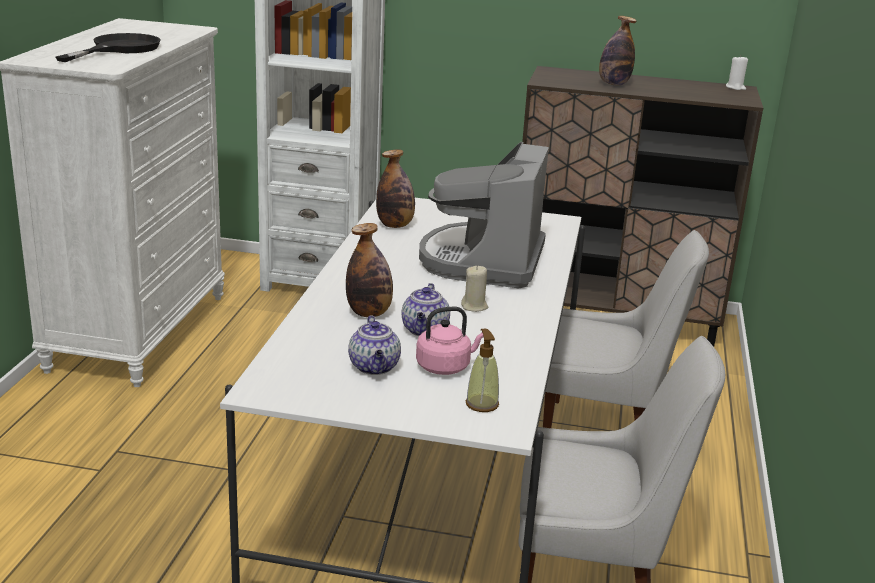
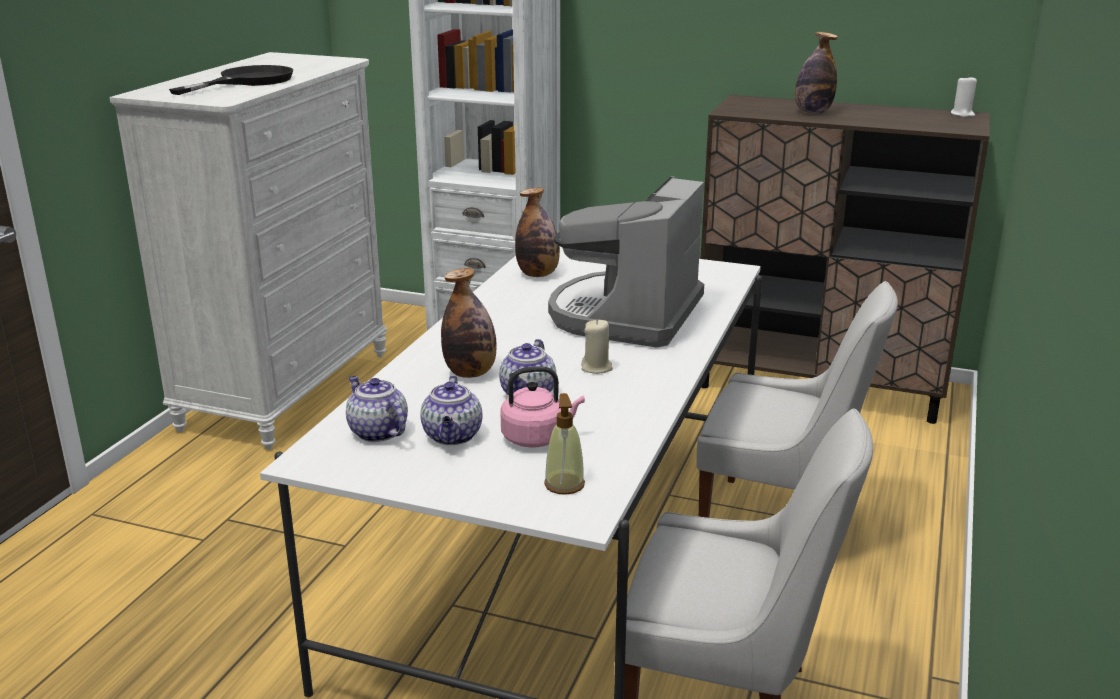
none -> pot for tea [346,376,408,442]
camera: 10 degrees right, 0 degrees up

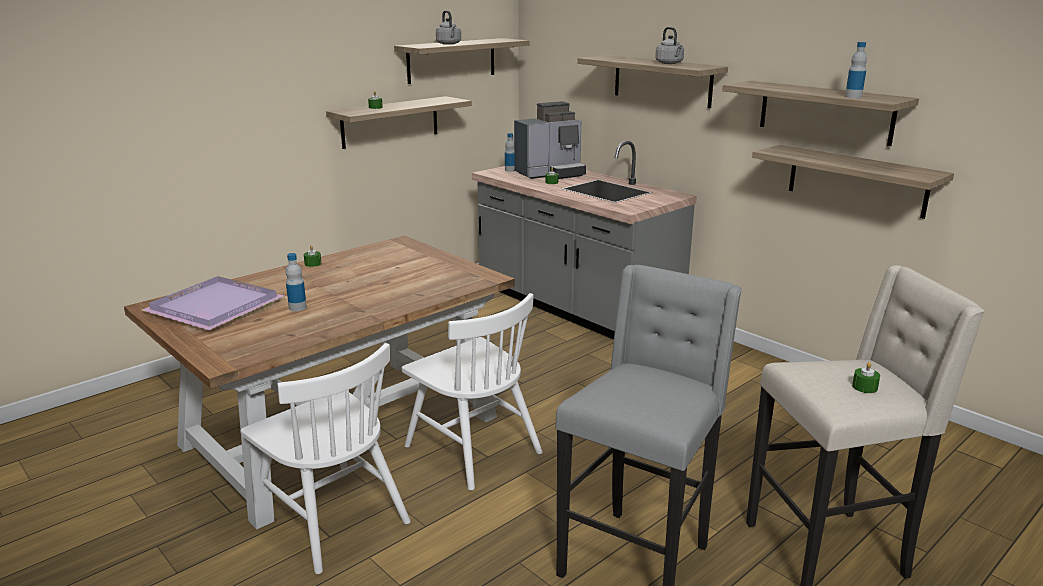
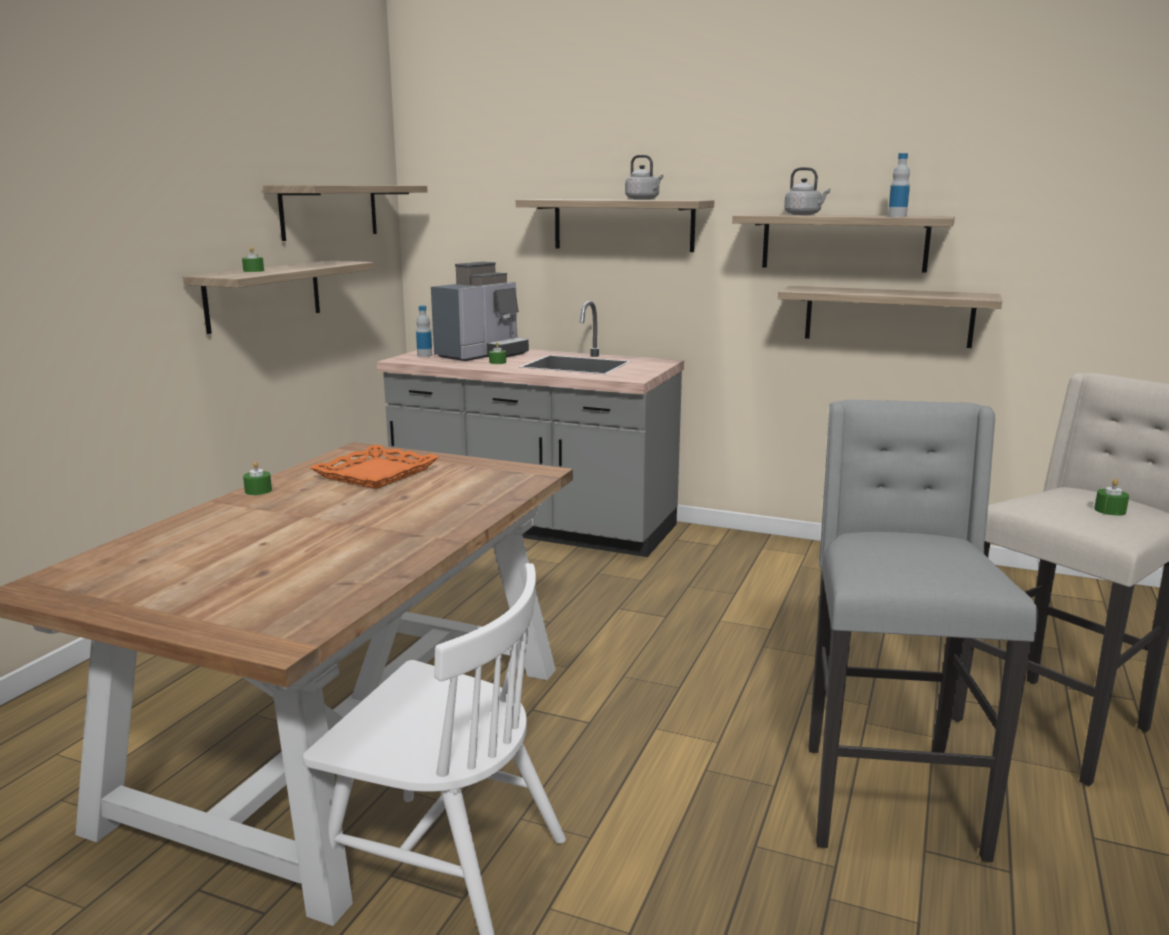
purple tray [142,276,284,330] -> none
bottle [286,253,307,312] -> none
whitish plain chair [402,293,543,491] -> none
none -> orangey tray [310,444,439,489]
gray tea kettle [436,11,461,45] -> gray tea kettle [784,167,830,215], moved
camera: 25 degrees left, 5 degrees down

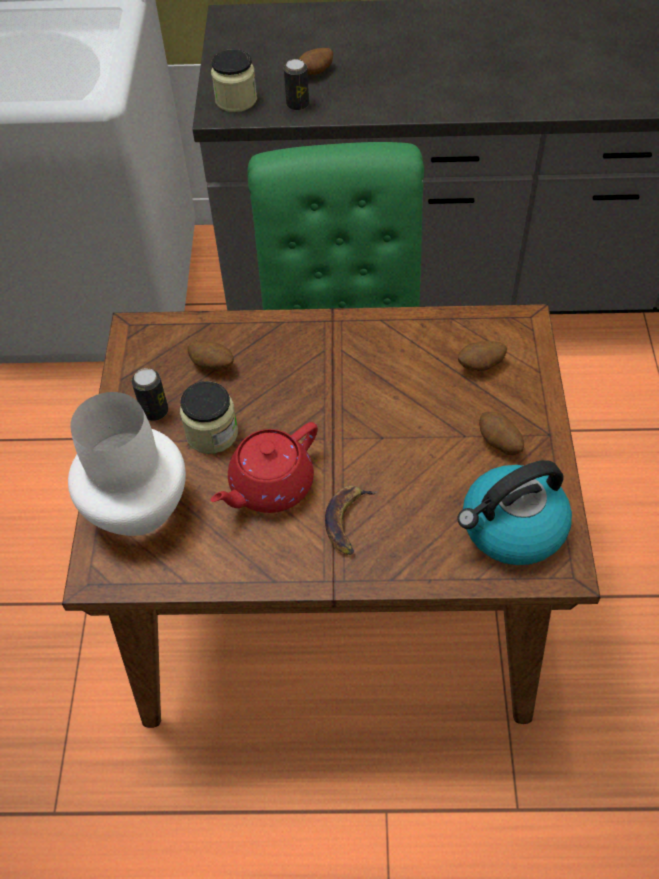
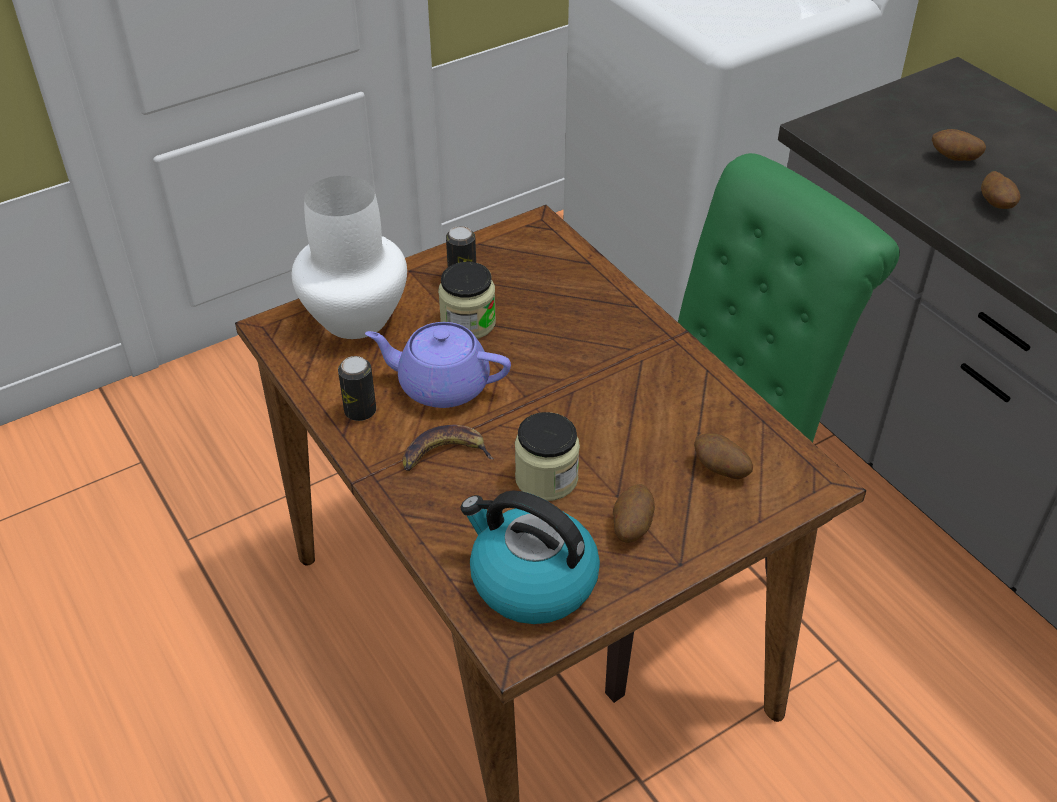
whole potato [188,341,234,370] -> whole potato [981,171,1020,209], moved
storage jar [211,49,257,112] -> storage jar [515,412,580,501], moved
sealed can [284,59,309,111] -> sealed can [338,356,376,421], moved
red-coloured pot for tea [210,422,318,513] -> purple pot for tea [365,322,511,408]
camera: 55 degrees right, 10 degrees down

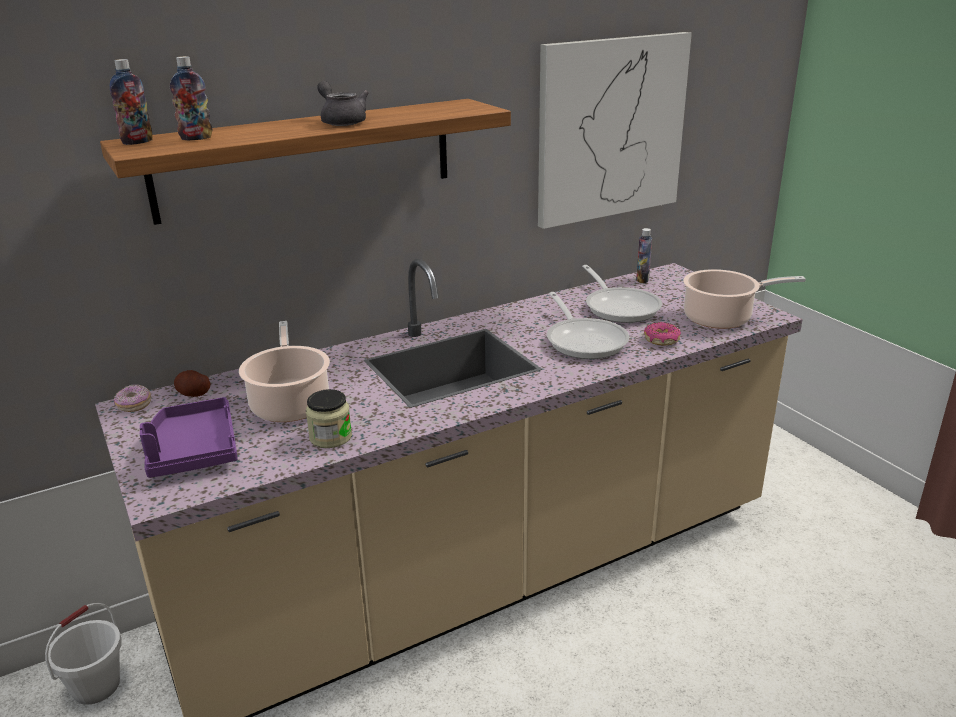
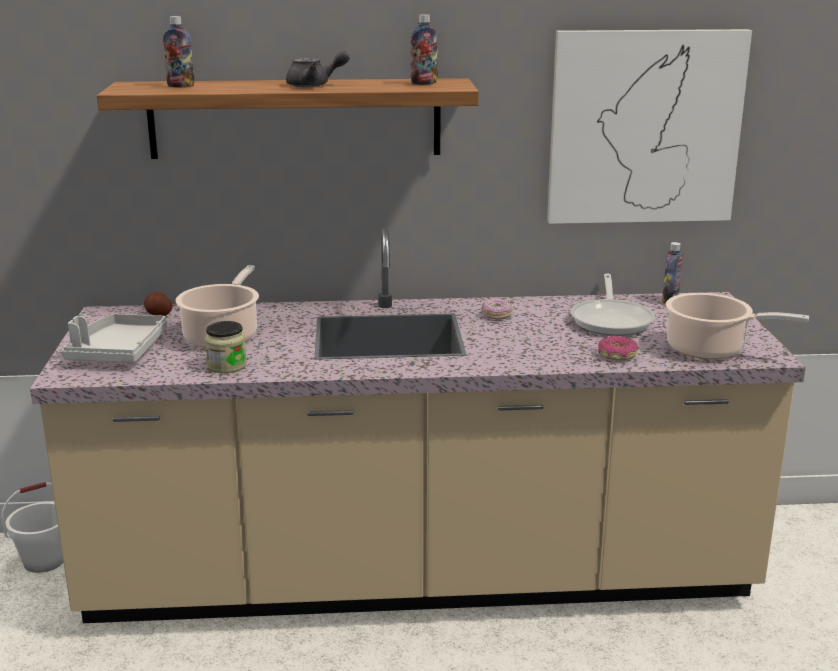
skillet [547,292,629,359] -> none
bottle [110,59,153,145] -> bottle [411,14,438,85], moved
ring doughnut [114,384,151,412] -> ring doughnut [482,298,513,320], moved
purple tray [140,397,238,478] -> gray tray [62,314,167,363]
gray pot for tea [317,81,368,126] -> gray pot for tea [286,51,350,87], 90 degrees clockwise
camera: 25 degrees right, 5 degrees down

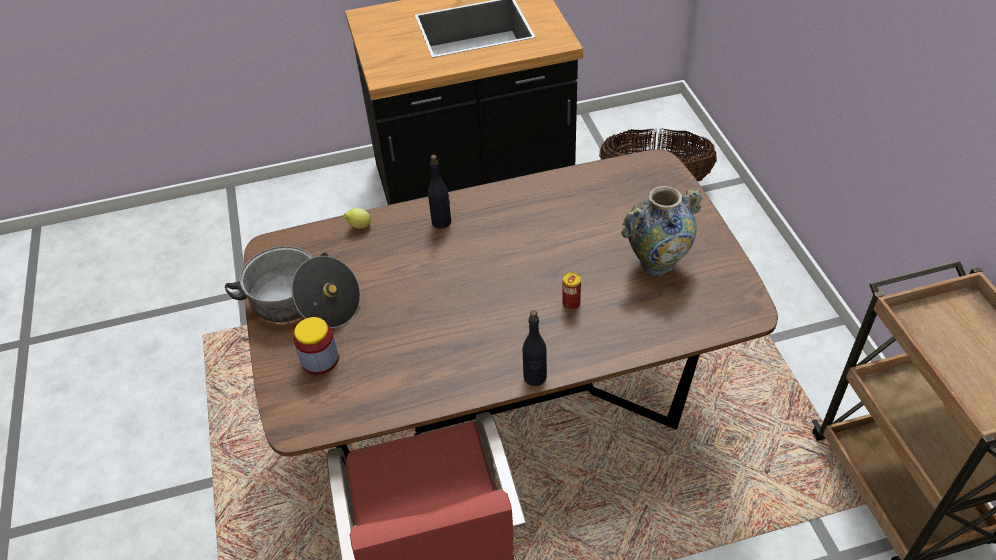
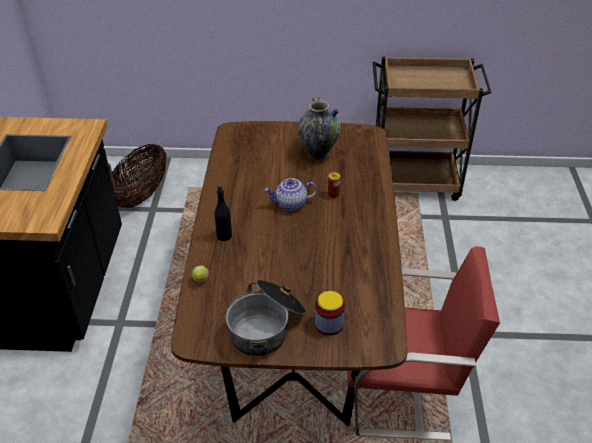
black-coloured bottle [522,310,547,386] -> none
none -> pot for tea [264,178,317,211]
camera: 75 degrees left, 5 degrees down

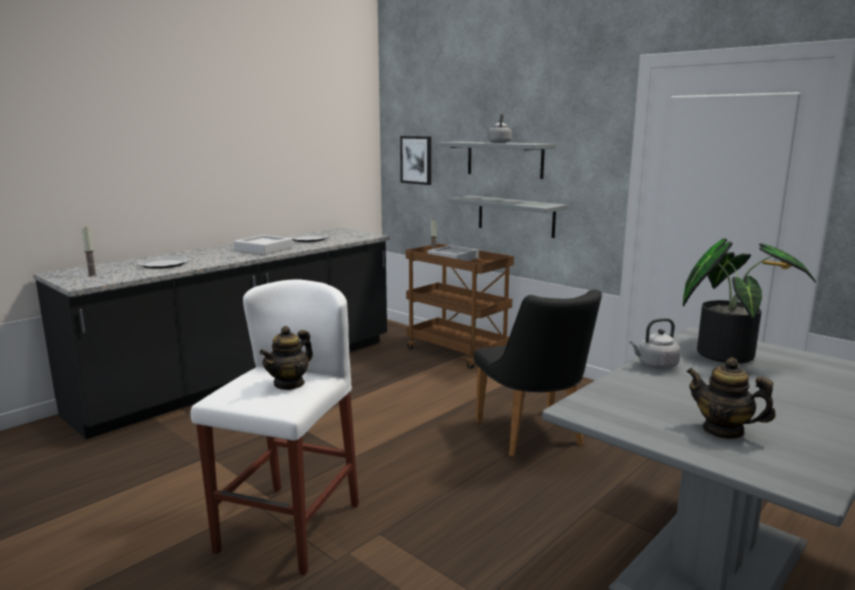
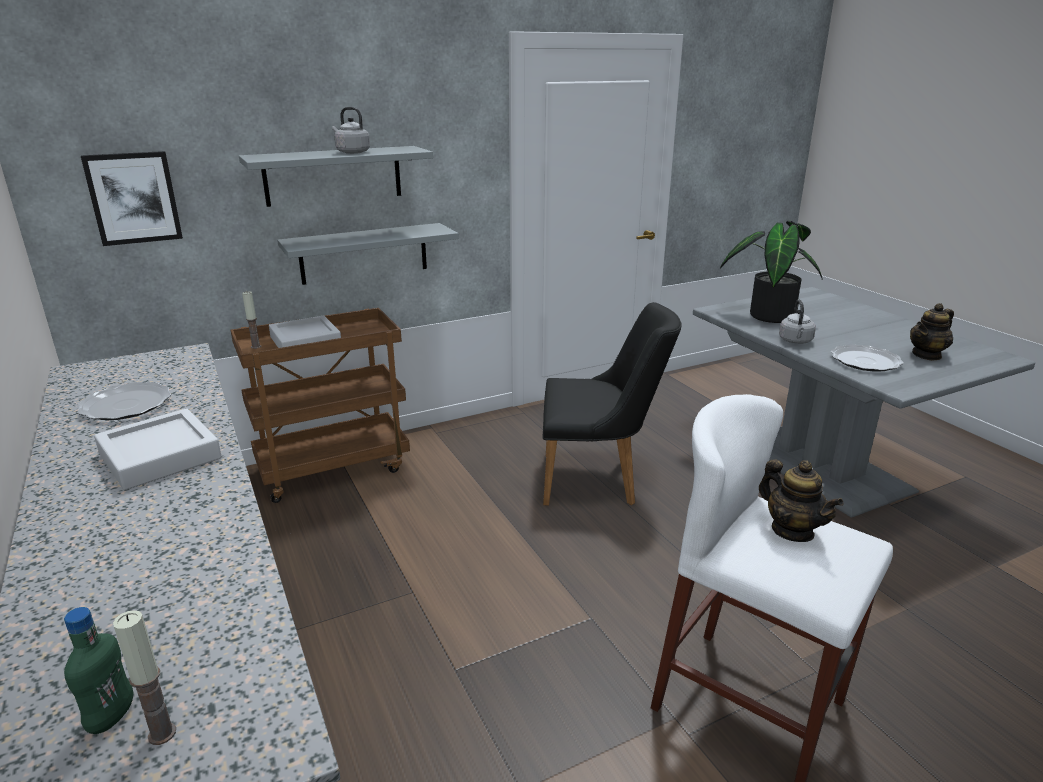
none -> green bottle [64,607,134,734]
flat dish [137,256,190,269] -> flat dish [831,344,904,372], moved
camera: 70 degrees left, 10 degrees up

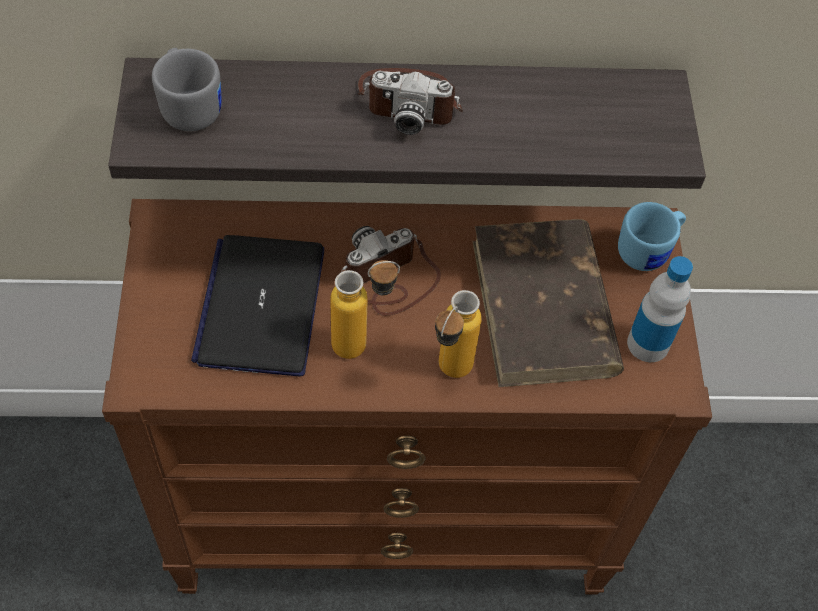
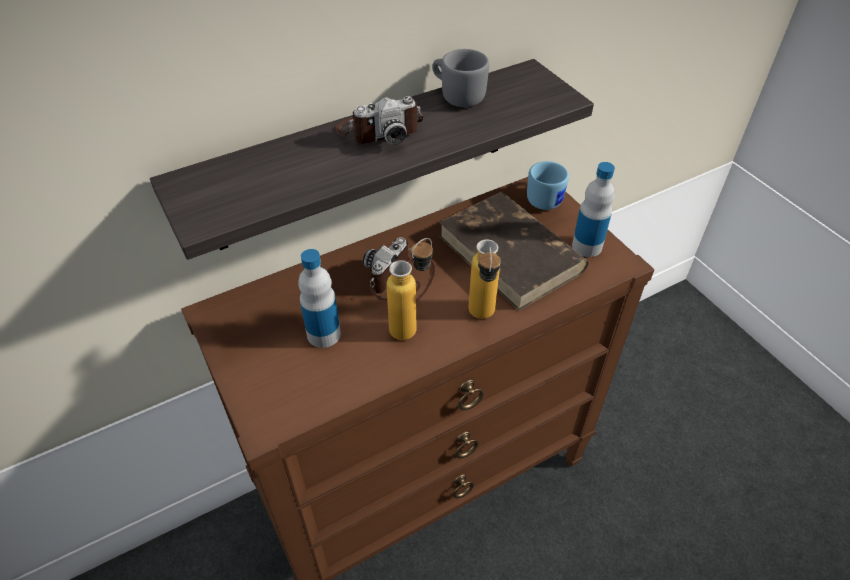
gray tea mug [152,48,222,131] -> gray tea mug [432,49,489,107], moved
portable computer [191,235,324,376] -> bottle [298,249,341,348]
camera: 25 degrees left, 10 degrees down

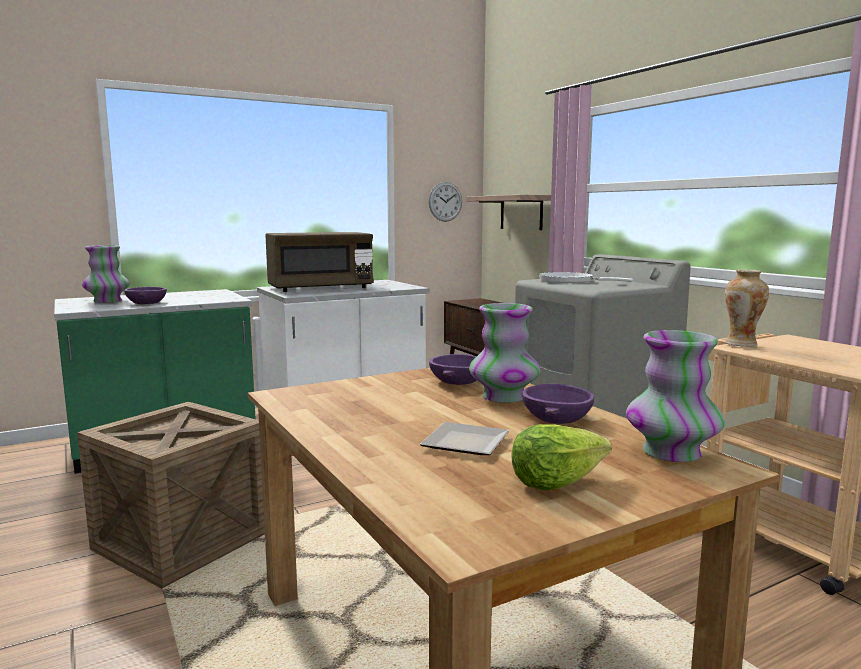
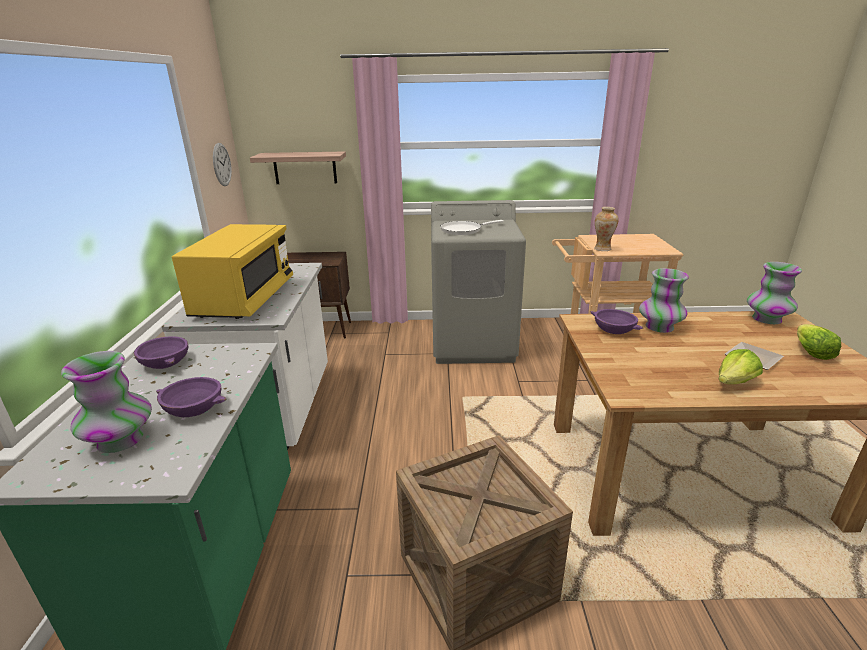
none -> head of lettuce [718,349,763,384]
purple serving bowl [522,384,594,424] -> purple serving bowl [134,336,188,369], moved
brown-coloured microwave [265,232,374,292] -> yellowish microwave [172,224,293,319]
camera: 60 degrees left, 15 degrees up

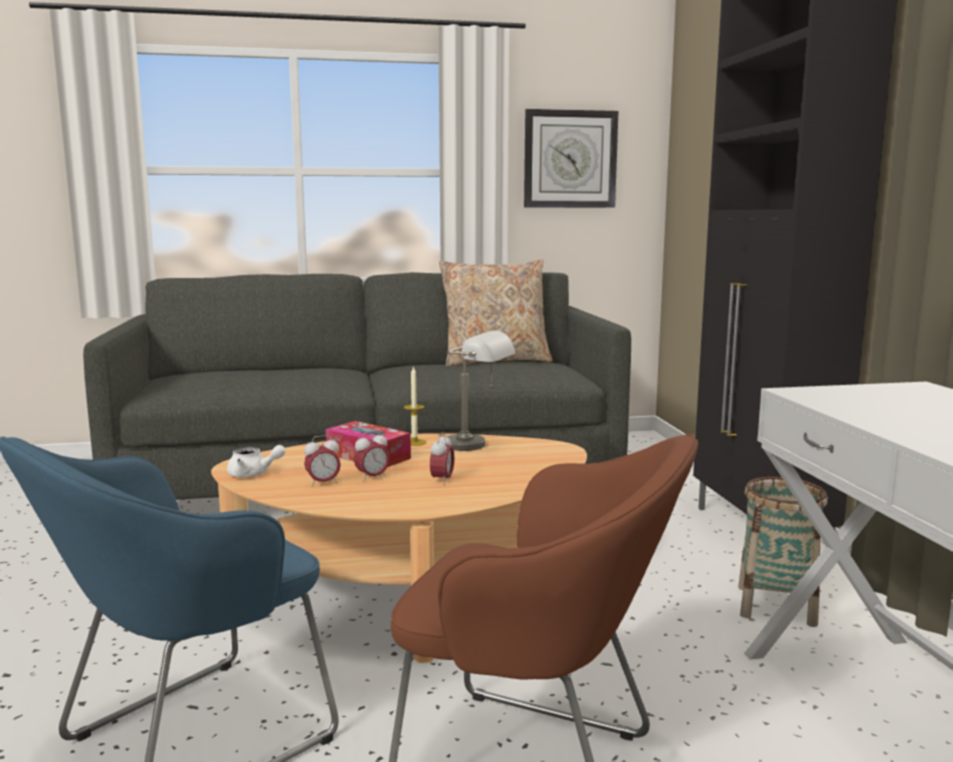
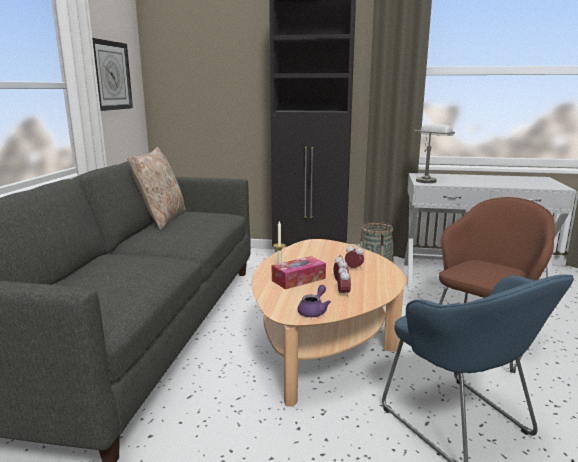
gray table lamp [447,330,515,451] -> gray table lamp [415,124,455,183], moved
whitish pot for tea [227,445,285,478] -> purple pot for tea [298,285,331,317]
camera: 70 degrees left, 5 degrees up

